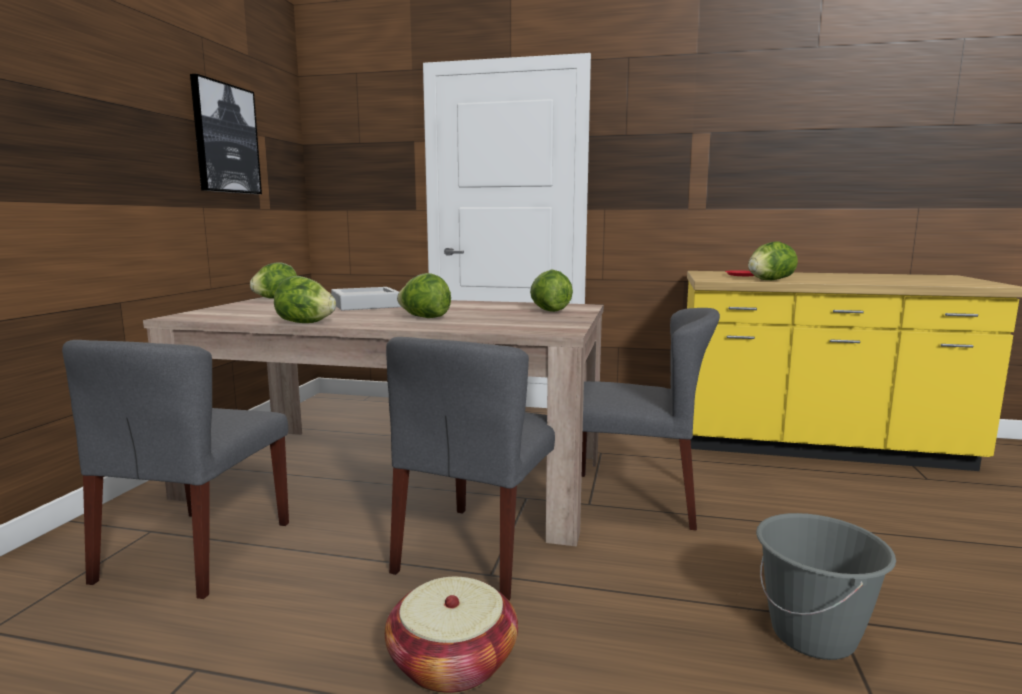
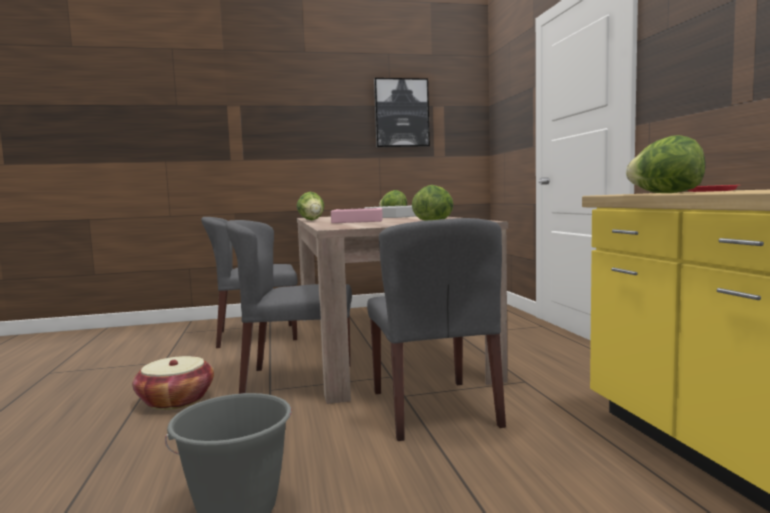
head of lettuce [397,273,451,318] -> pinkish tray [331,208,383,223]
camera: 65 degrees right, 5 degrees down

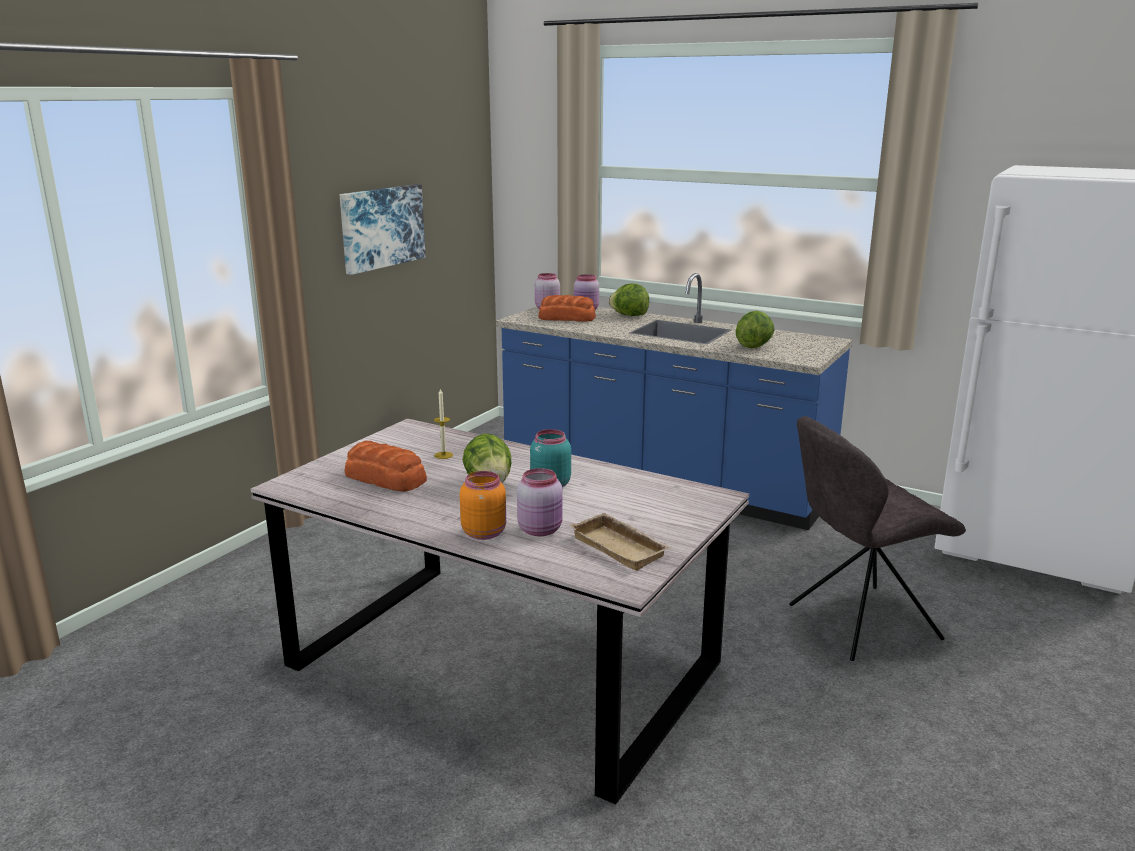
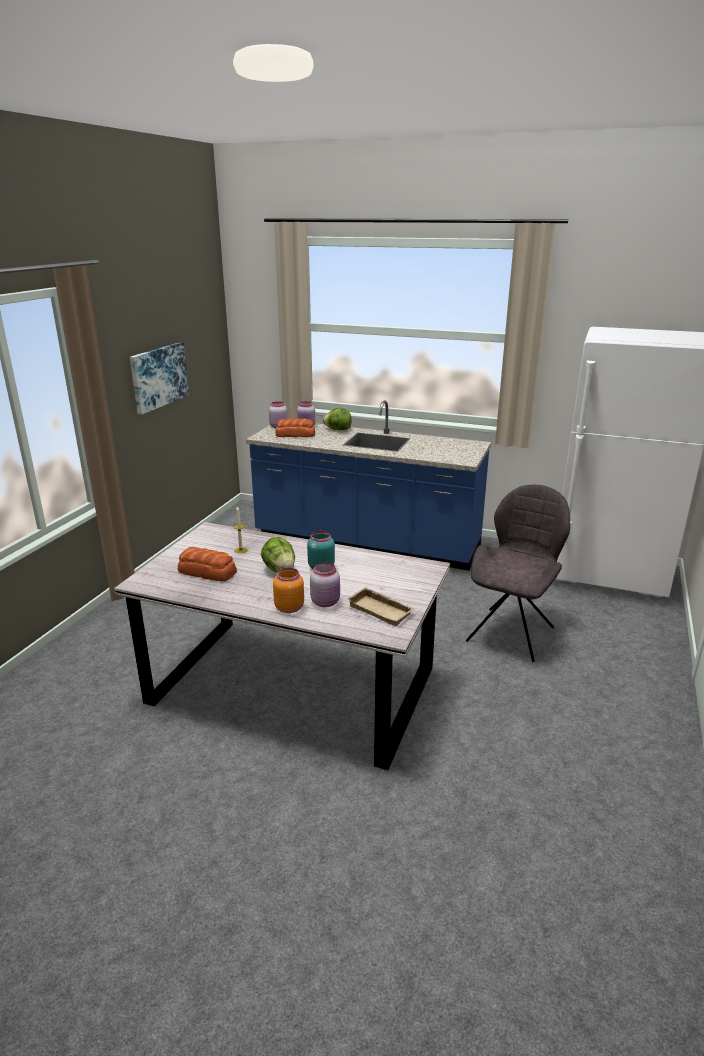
head of lettuce [735,311,775,348] -> none
gray plain chair [789,416,966,661] -> gray plain chair [466,485,570,662], 150 degrees clockwise
camera: 10 degrees left, 5 degrees up

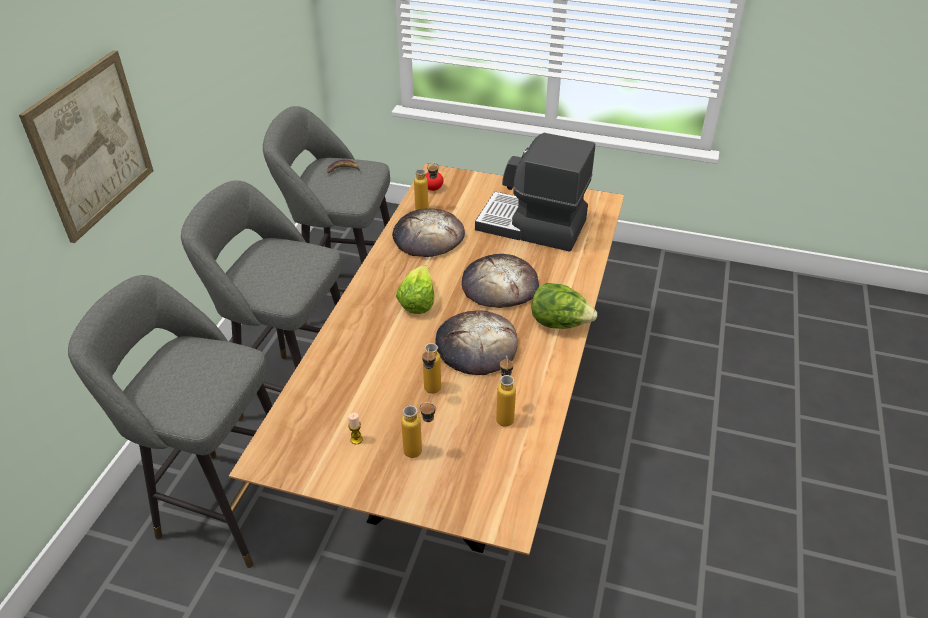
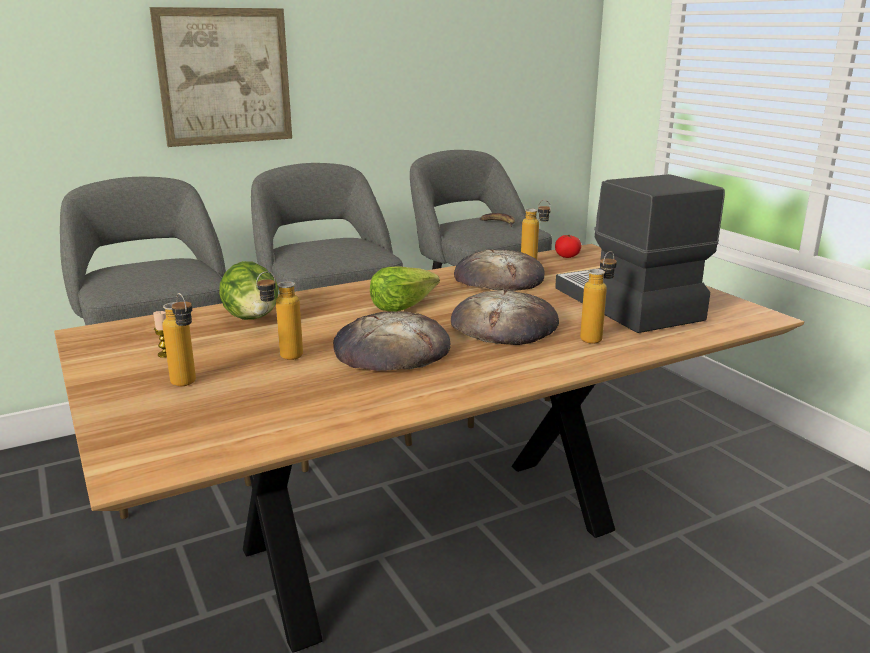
bottle [496,356,516,427] -> bottle [580,251,617,344], moved
head of lettuce [531,283,597,329] -> head of lettuce [219,261,279,320], moved
camera: 45 degrees right, 20 degrees down

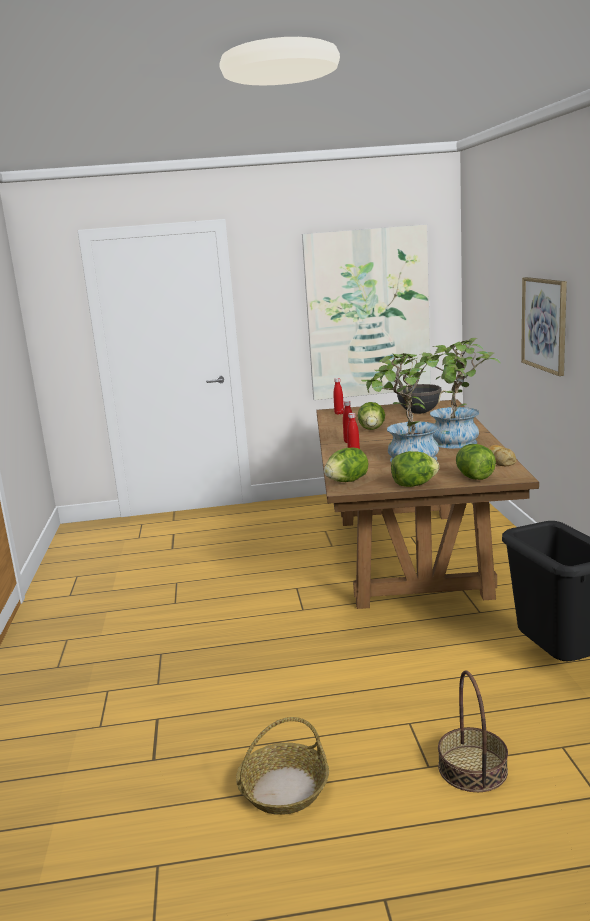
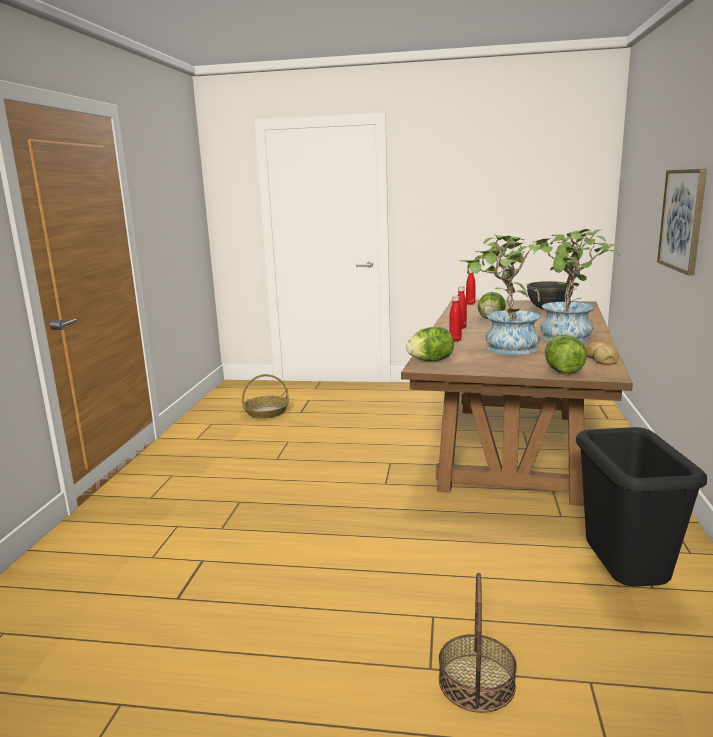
picture [302,224,431,400] -> none
head of lettuce [391,451,439,487] -> none
household basket [236,717,329,815] -> household basket [242,374,289,418], moved
camera: 15 degrees right, 0 degrees up

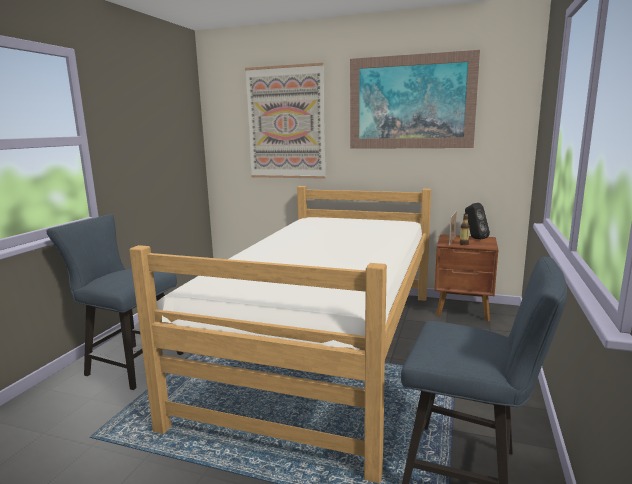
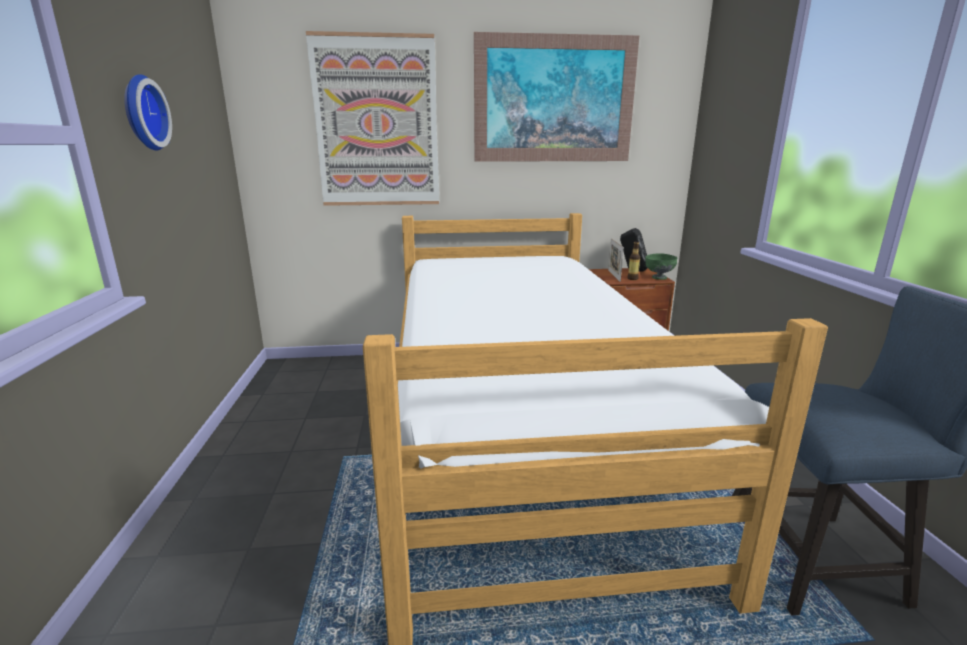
blue-coloured plain chair [47,214,183,390] -> none
none -> wall clock [124,74,172,151]
none -> green serving bowl [645,253,677,280]
camera: 25 degrees left, 5 degrees up

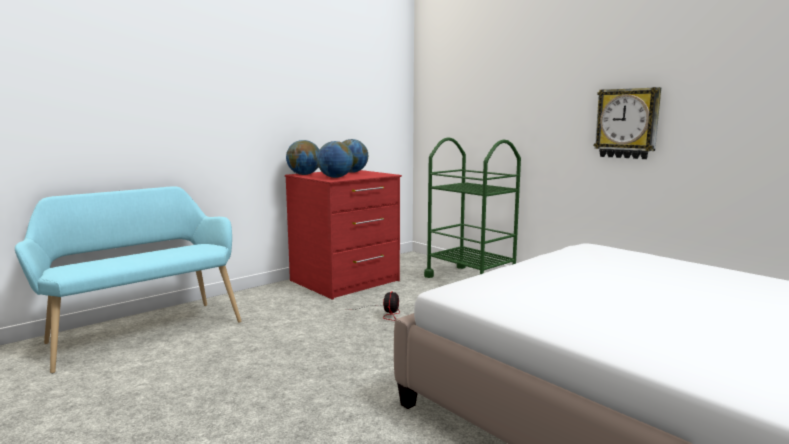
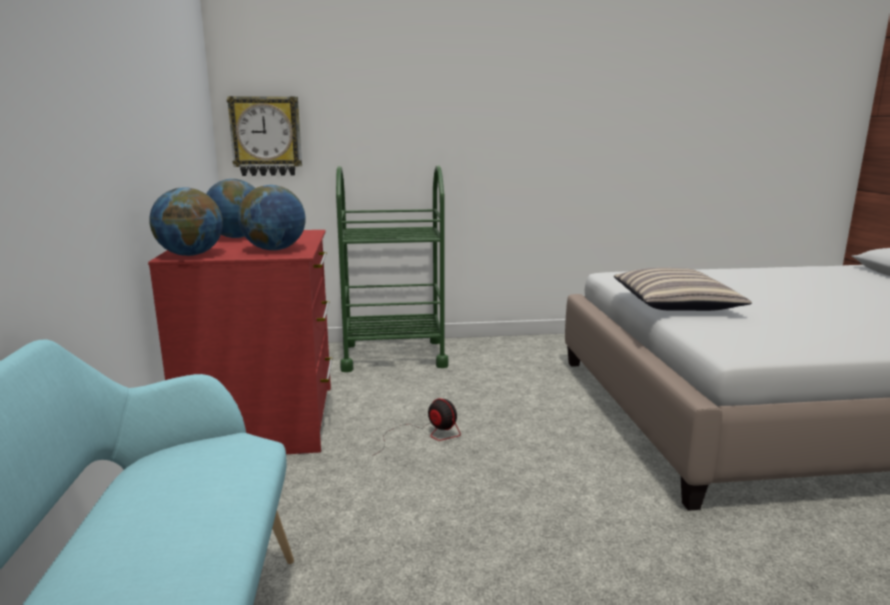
none -> throw pillow [614,268,752,311]
wall clock [594,87,661,159] -> wall clock [227,96,302,176], moved
camera: 55 degrees left, 5 degrees up

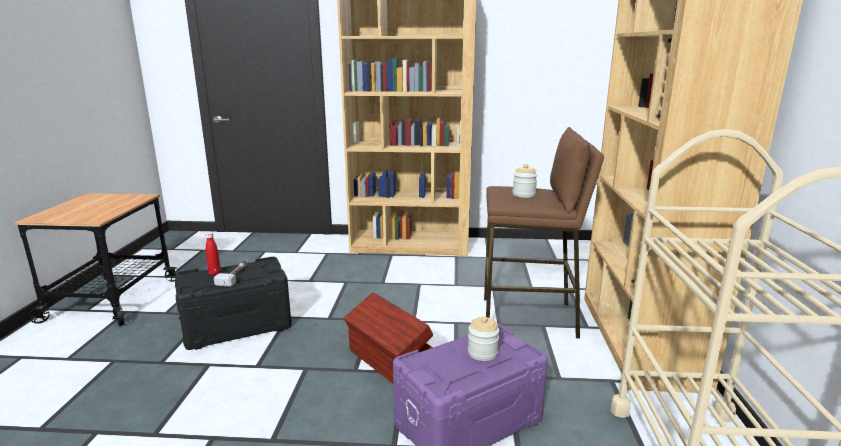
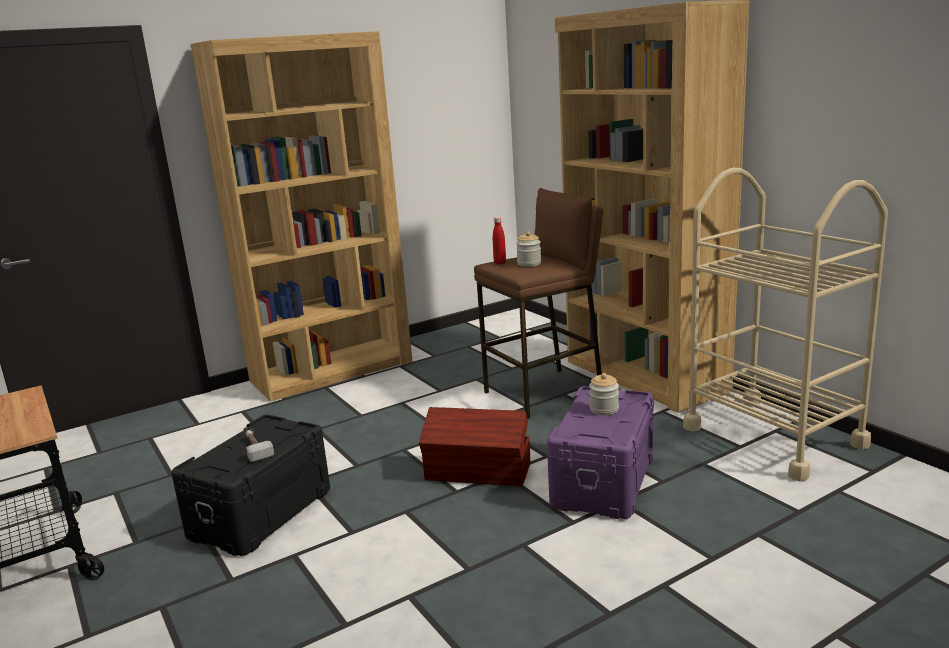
red-coloured bottle [206,232,221,275] -> red-coloured bottle [493,217,506,264], moved
camera: 35 degrees left, 0 degrees up

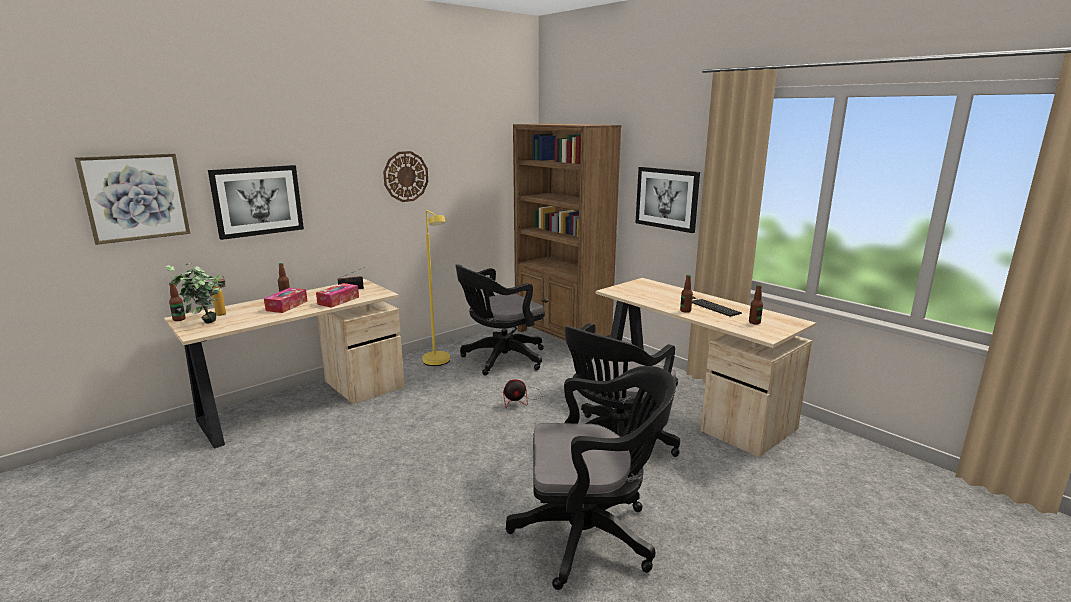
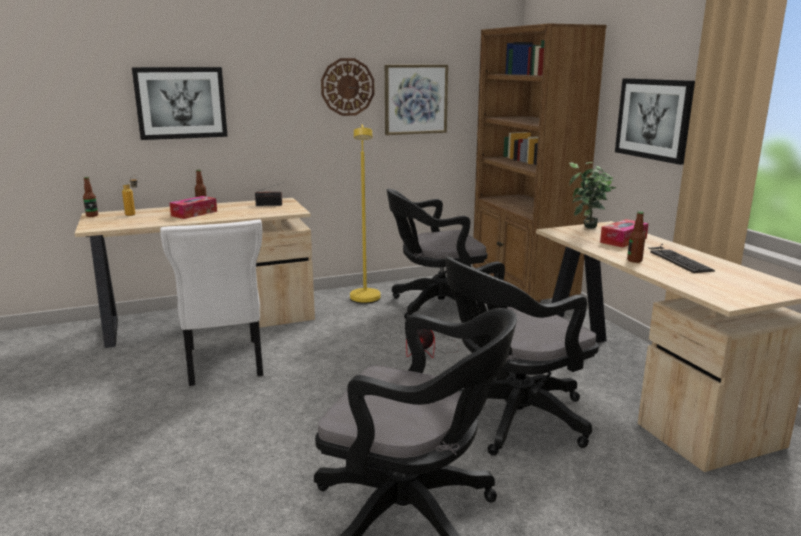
bottle [749,284,763,324] -> none
none -> whitish plain chair [160,219,263,386]
picture [75,153,190,245] -> picture [385,65,448,135], moved
houseplant [166,263,224,323] -> houseplant [569,162,617,229], moved
tissue box [316,283,359,308] -> tissue box [600,219,649,248], moved
camera: 20 degrees right, 0 degrees up

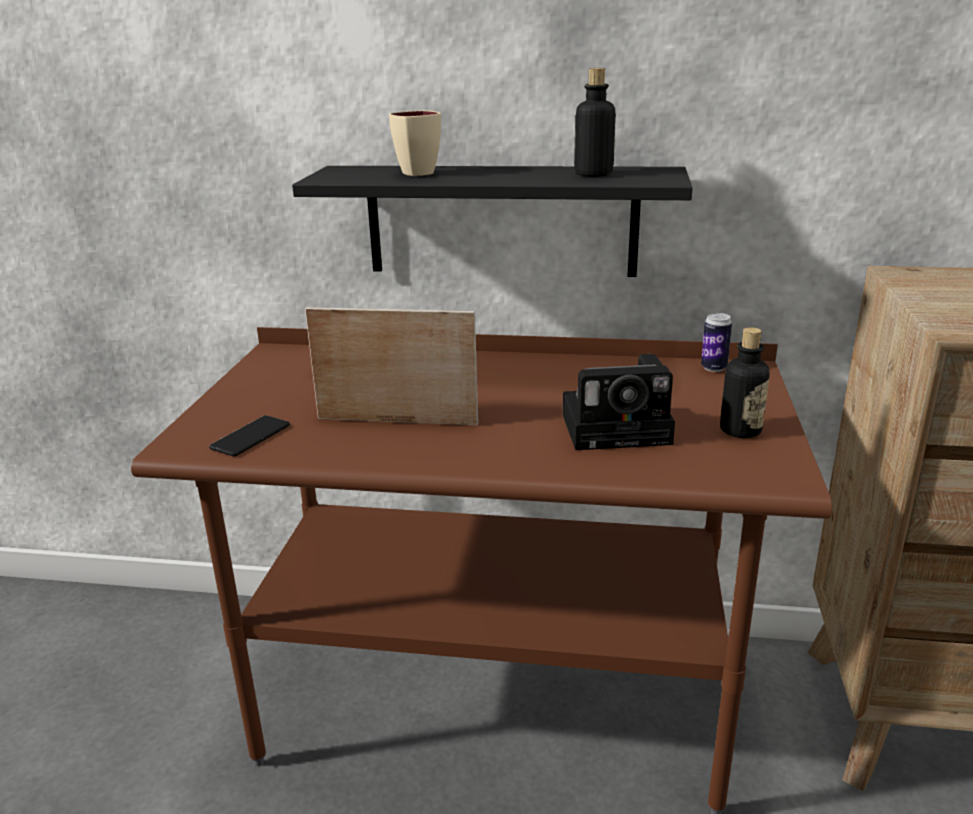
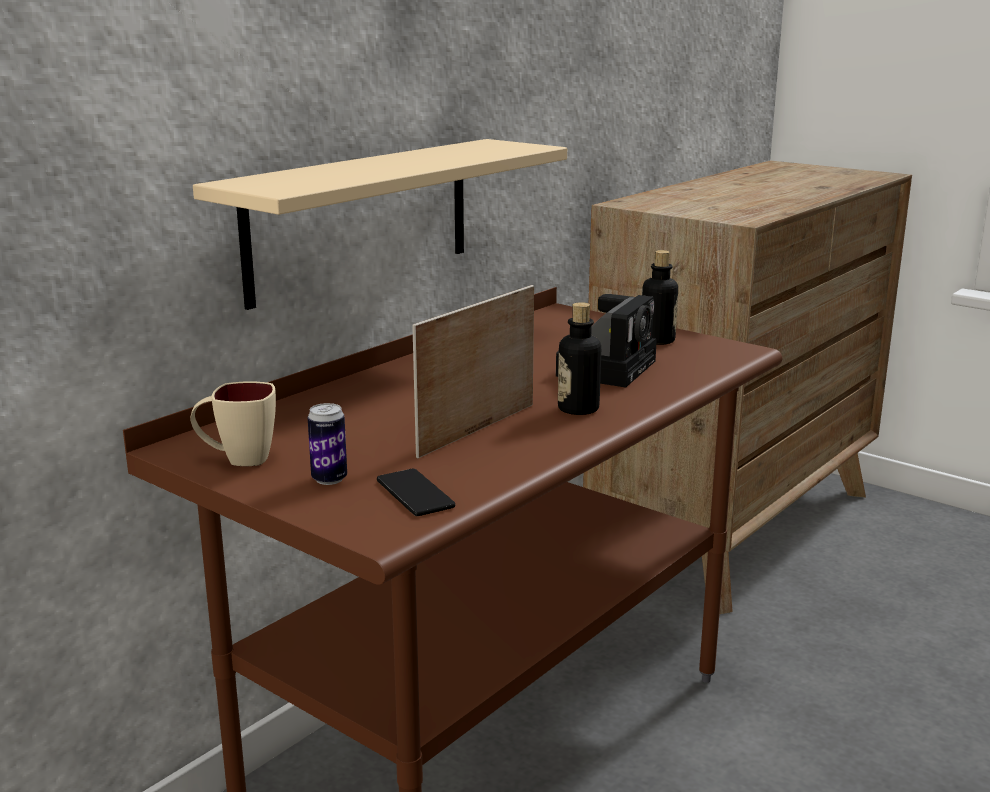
sand-coloured tea mug [389,110,441,176] -> sand-coloured tea mug [190,381,276,466], moved
bottle [574,68,616,177] -> bottle [558,302,601,415], moved
sealed can [701,313,732,372] -> sealed can [308,403,347,485], moved
black-coloured wall shelf [292,166,693,277] -> sand-coloured wall shelf [193,139,567,310]
camera: 60 degrees left, 5 degrees down

